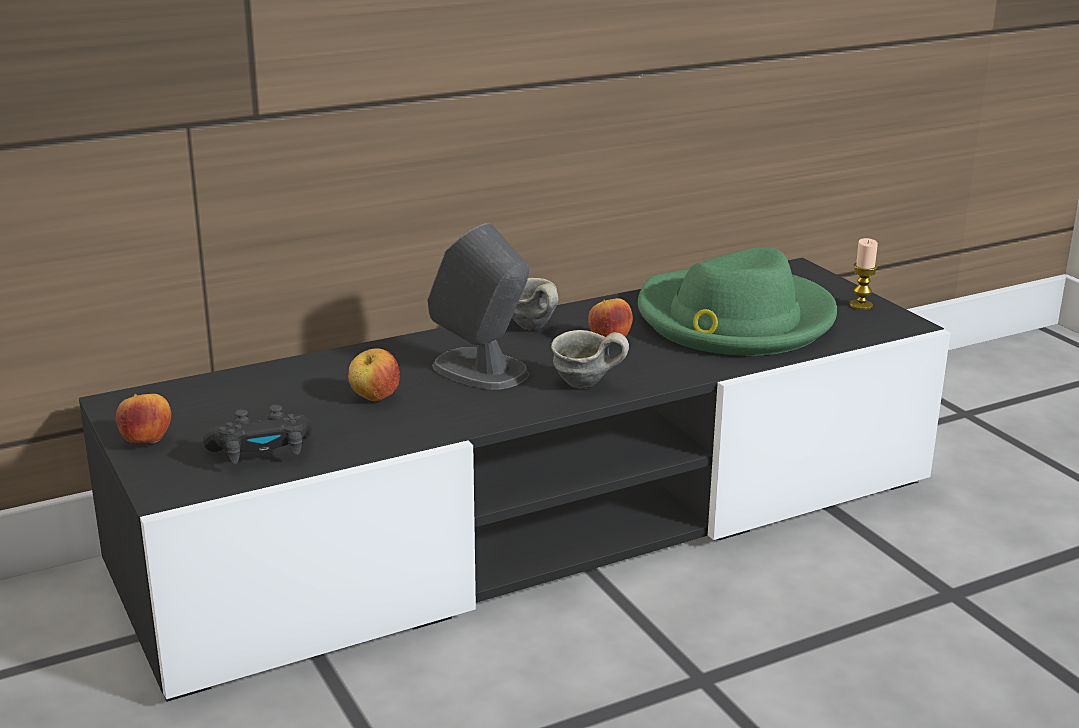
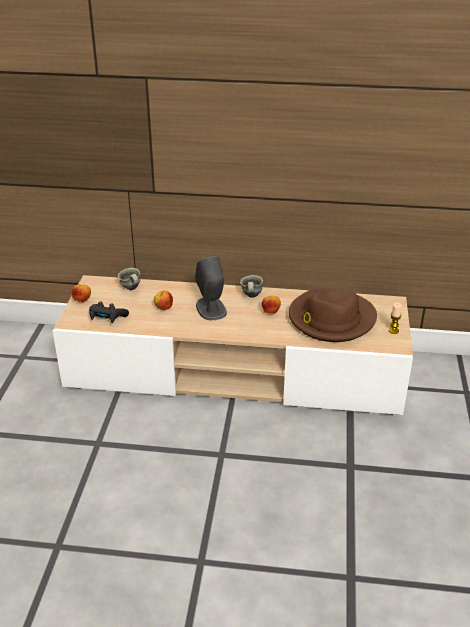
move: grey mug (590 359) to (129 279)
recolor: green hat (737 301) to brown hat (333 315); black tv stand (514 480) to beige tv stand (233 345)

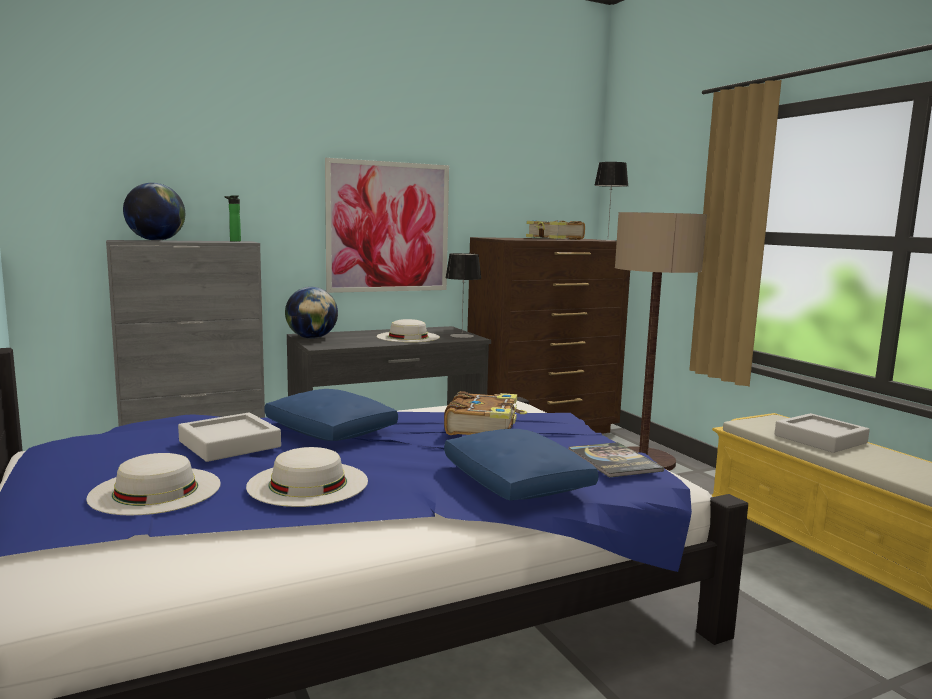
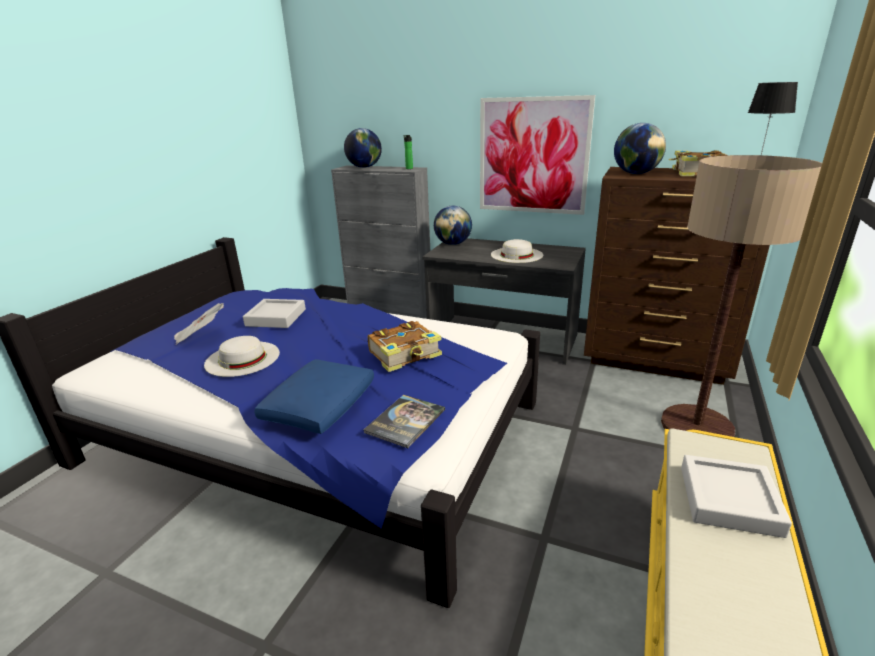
delete: table lamp (463 295); blue pillow (331 415)
insert: globe (640 148)
replace: white hat (153 484) to newspaper (199 323)

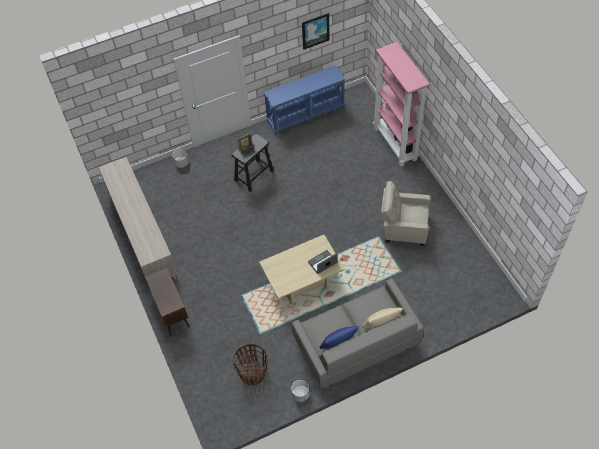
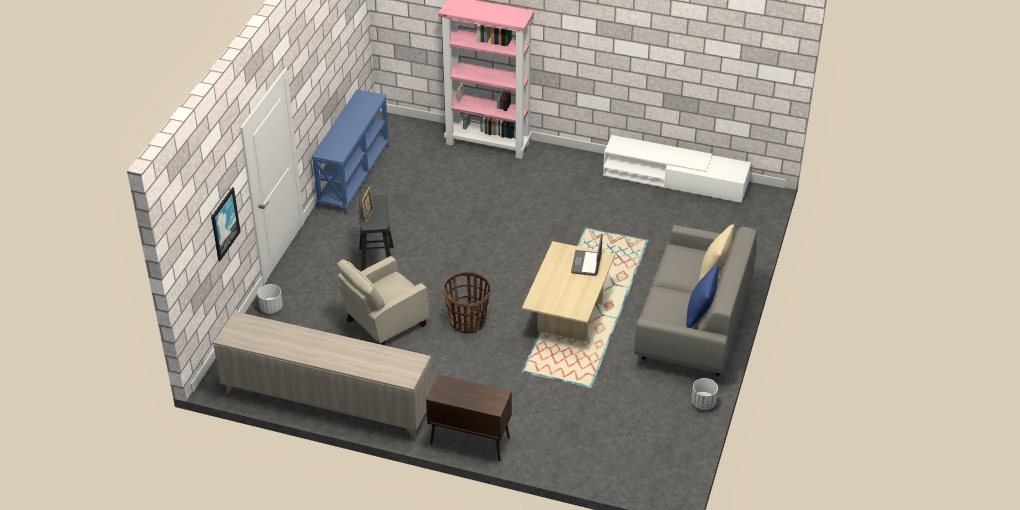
insert: white tv stand (677 169)
move: picture (315 31) to (225 224); beige armchair (406 213) to (383 300); basket (250 365) to (467 303)

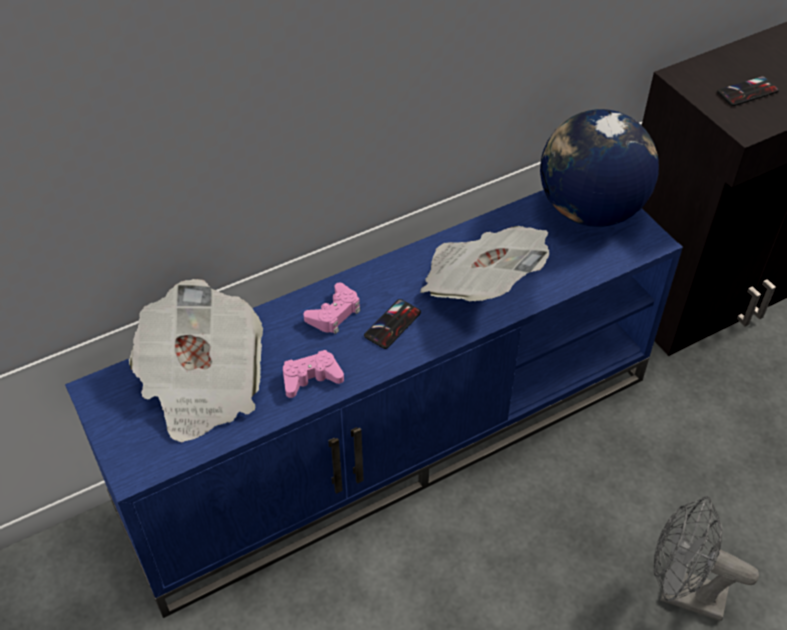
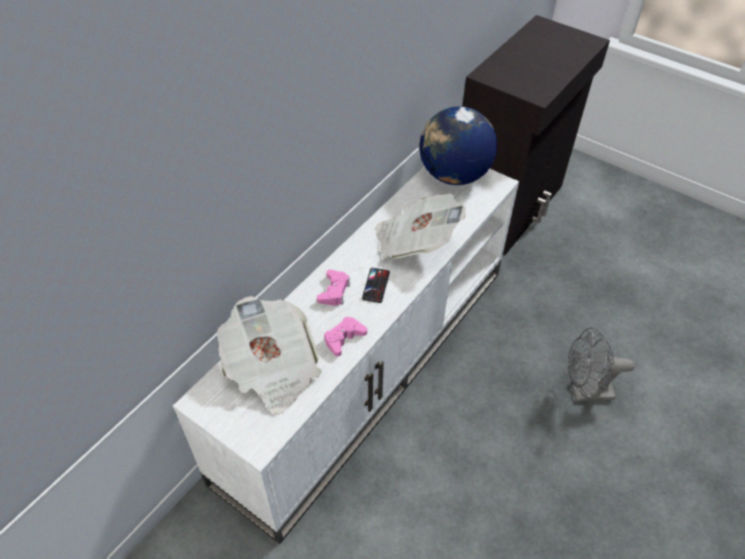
delete: phone (748 91)
recolor: blue tv stand (374 404) to white tv stand (346 355)

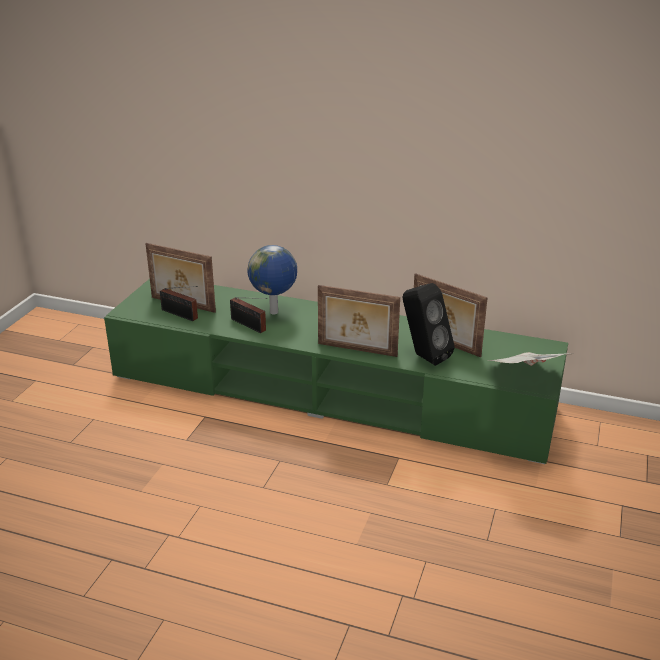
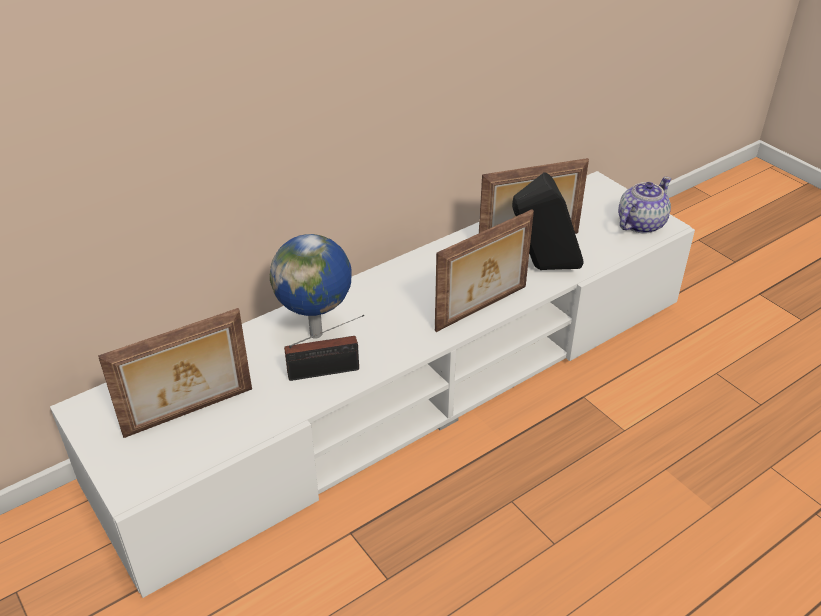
delete: radio (179 303)
replace: newspaper (528 359) to teapot (644 205)
recolor: green tv stand (336 371) to white tv stand (372 384)

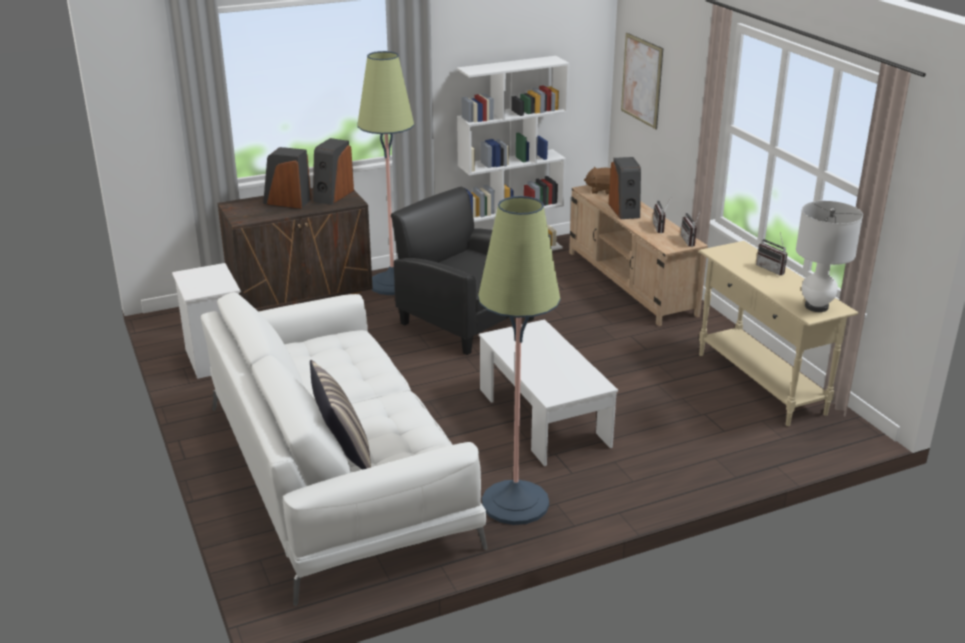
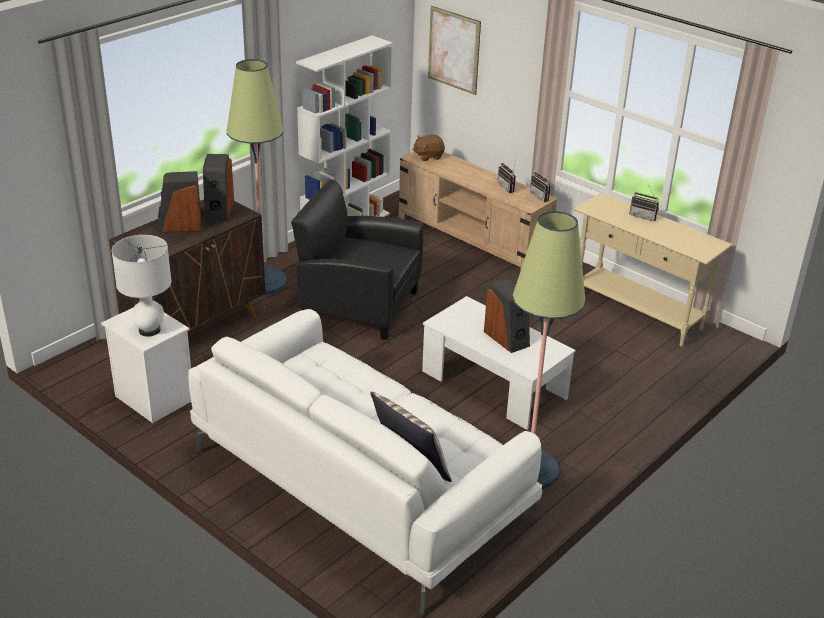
move: speaker (625 188) to (507 315); white table lamp (829 256) to (141 286)

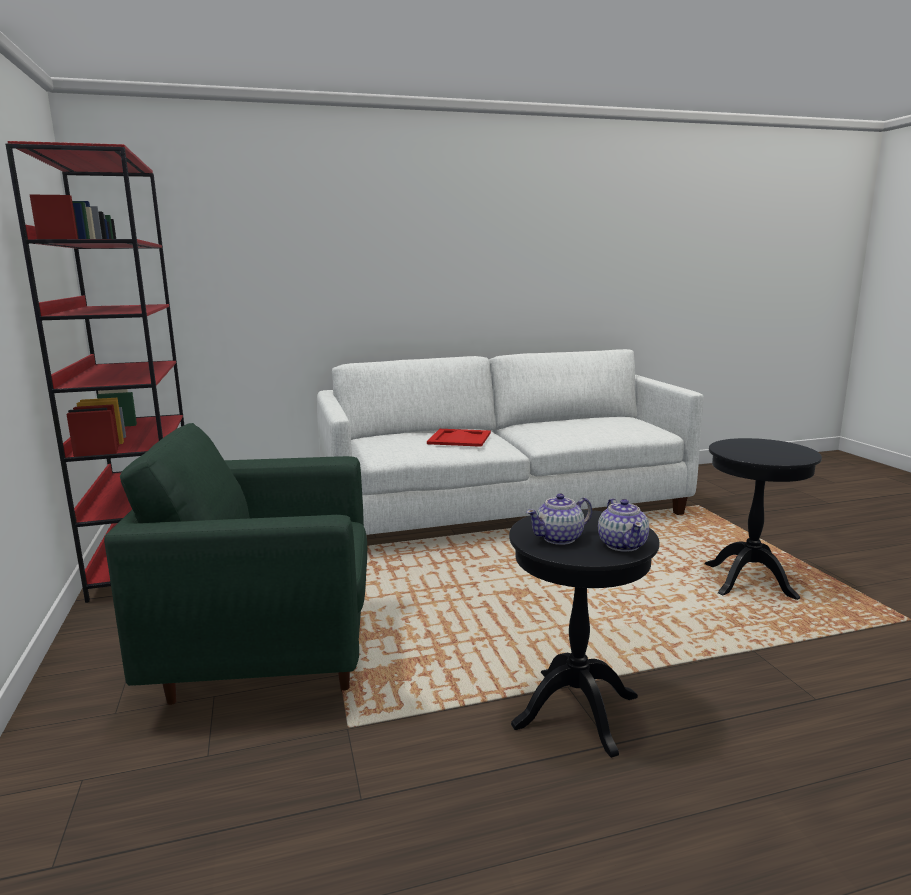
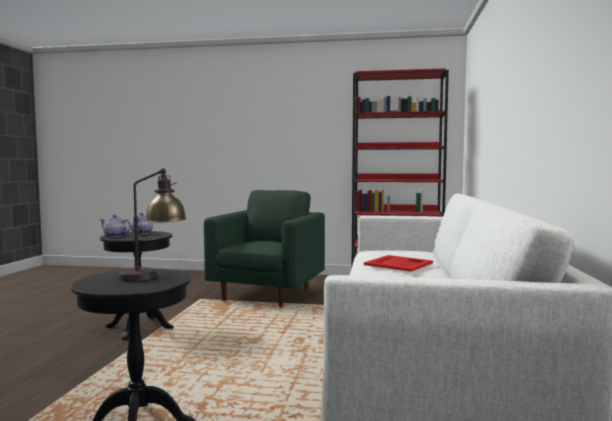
insert: table lamp (152 225)

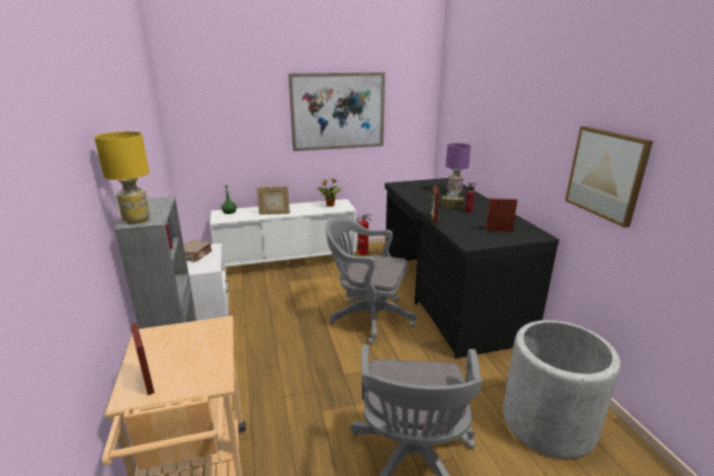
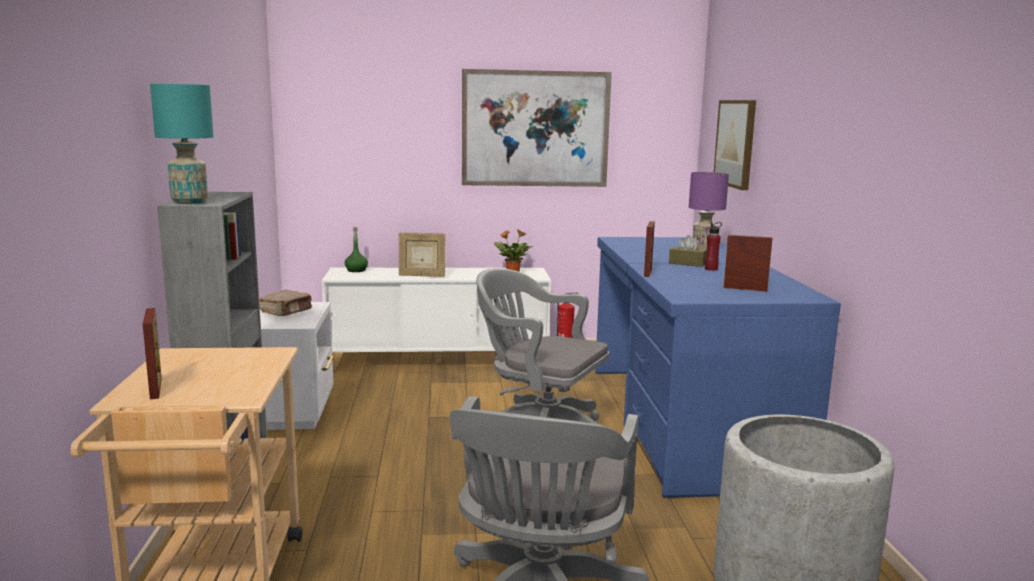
move: picture (609 177) to (735 145)
recolor: yellow table lamp (122 177) to turquoise table lamp (181 144); black desk (472 268) to blue desk (718 367)

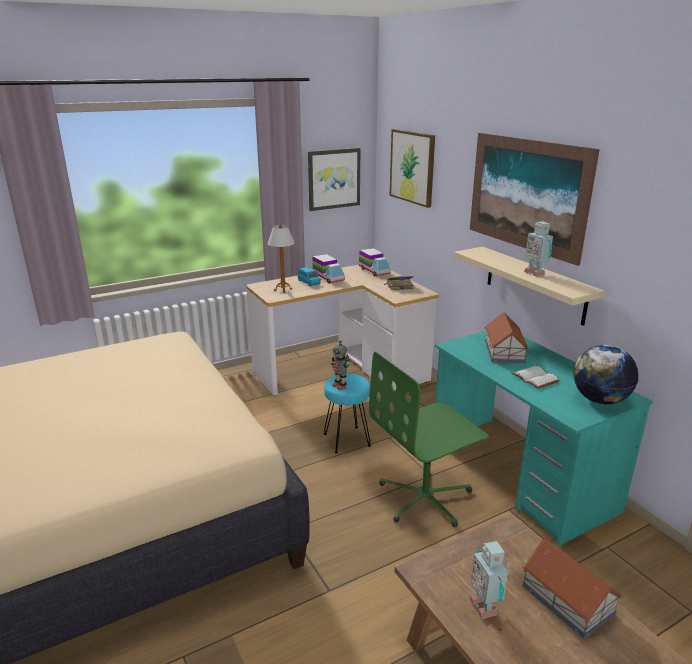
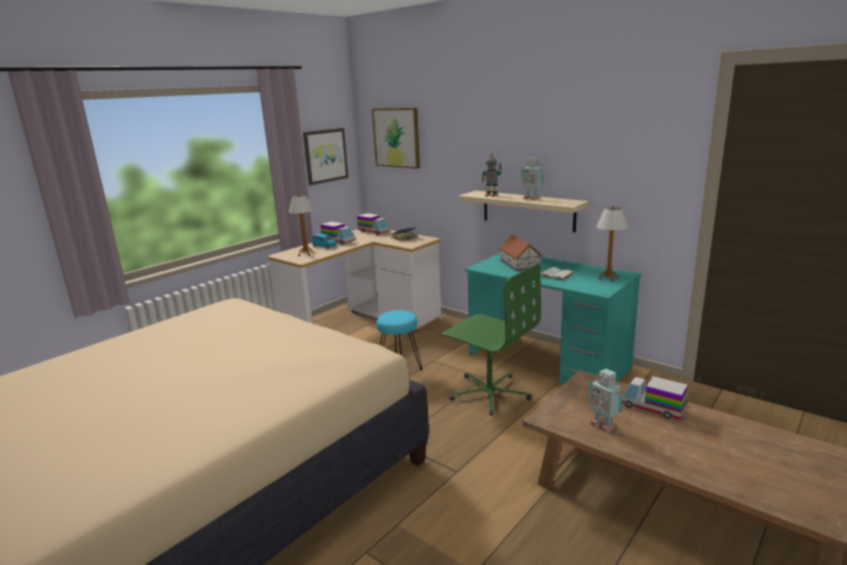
delete: picture (535 199)
move: toy robot (340 365) to (492 175)
replace: globe (605 374) to table lamp (612 244); toy house (572 589) to toy truck (654 397)
rotate: green office chair (429 439) = (491 339) 90 degrees counterclockwise

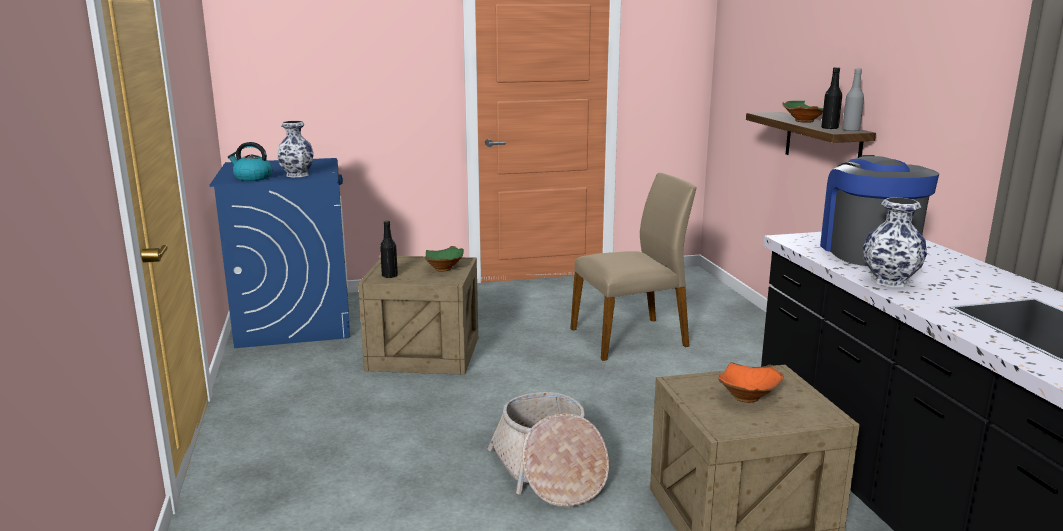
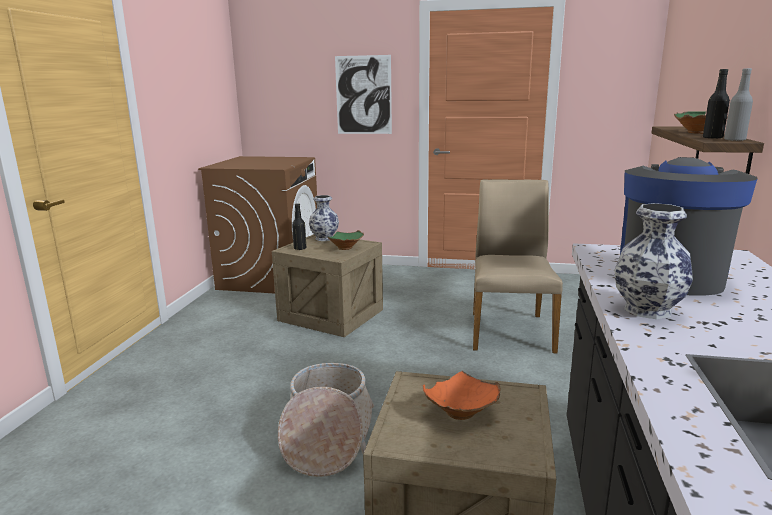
delete: kettle (250 161)
insert: picture (363 94)
move: vase (295 149) to (324 218)
recolor: blue washing machine (280 253) to brown washing machine (257 225)
rotate: beige chair (633 267) = (518 266) 90 degrees counterclockwise

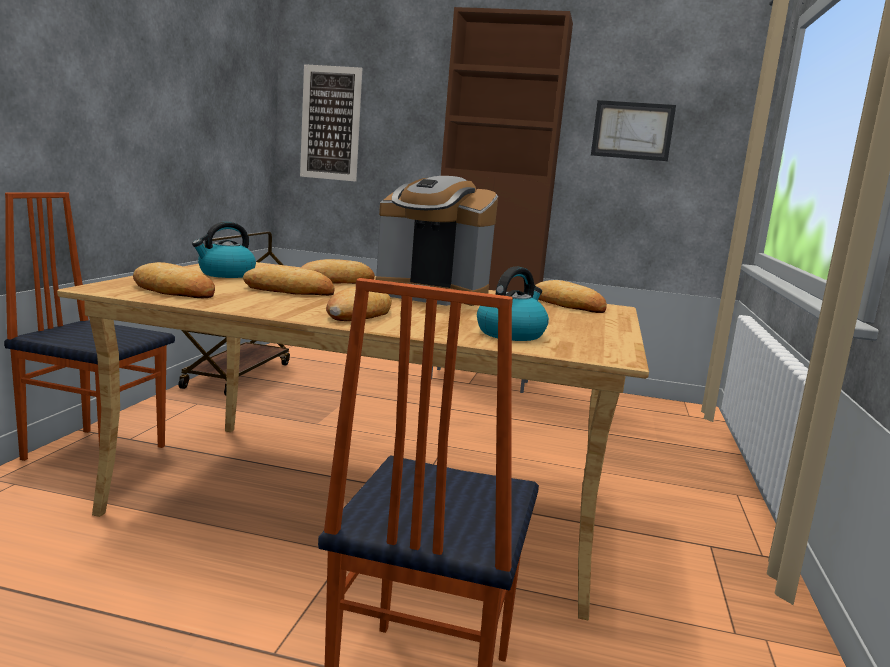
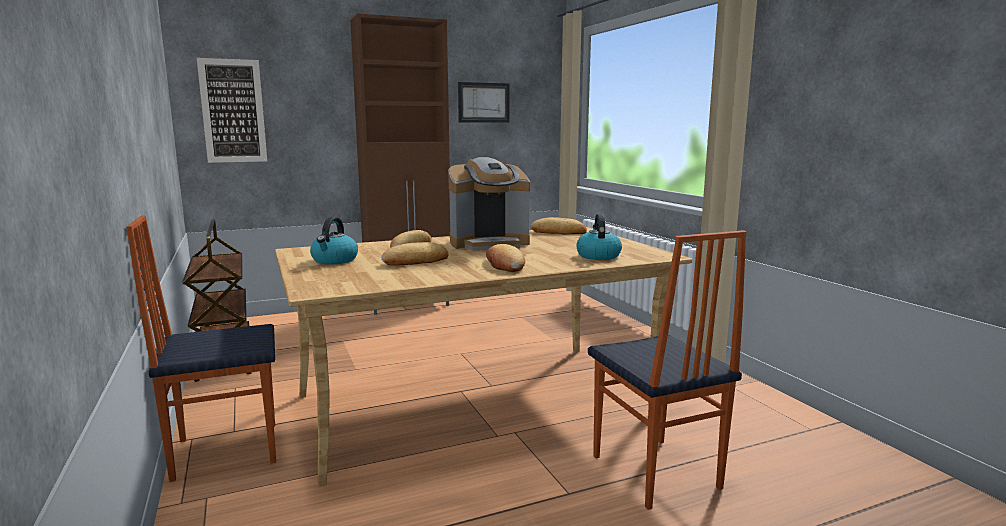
delete: bread (174 280)

